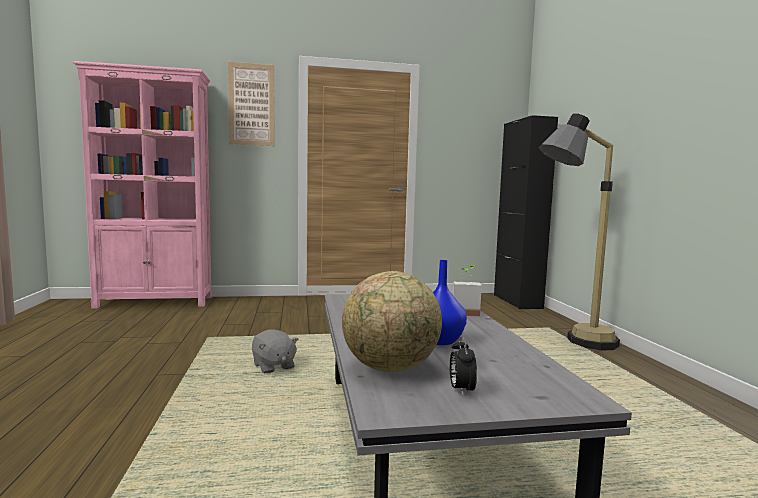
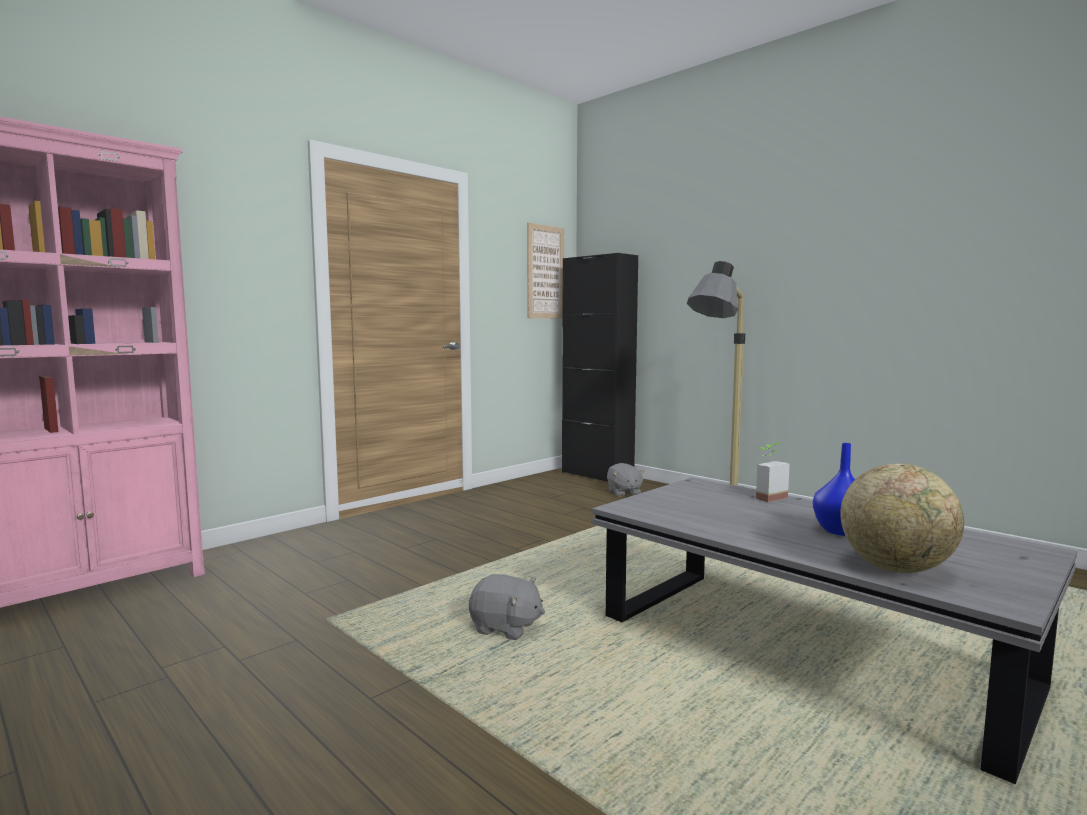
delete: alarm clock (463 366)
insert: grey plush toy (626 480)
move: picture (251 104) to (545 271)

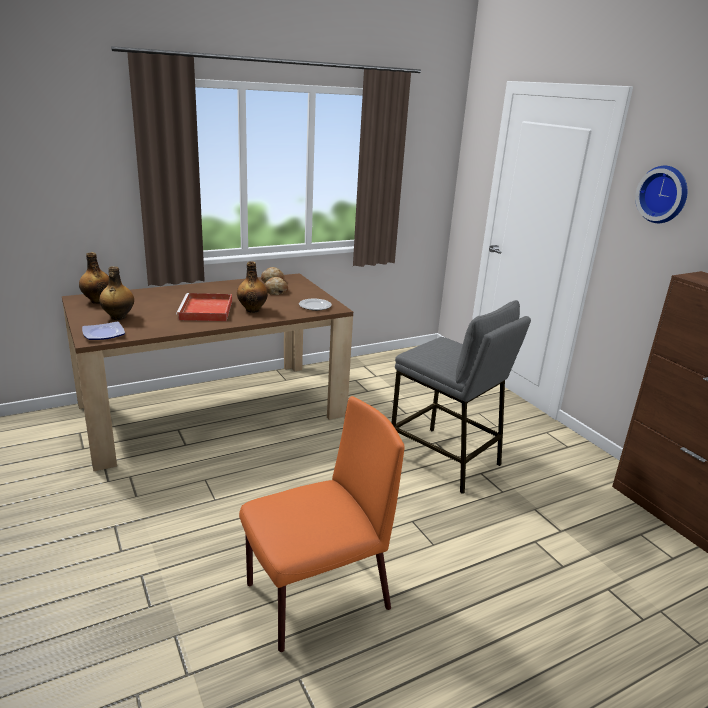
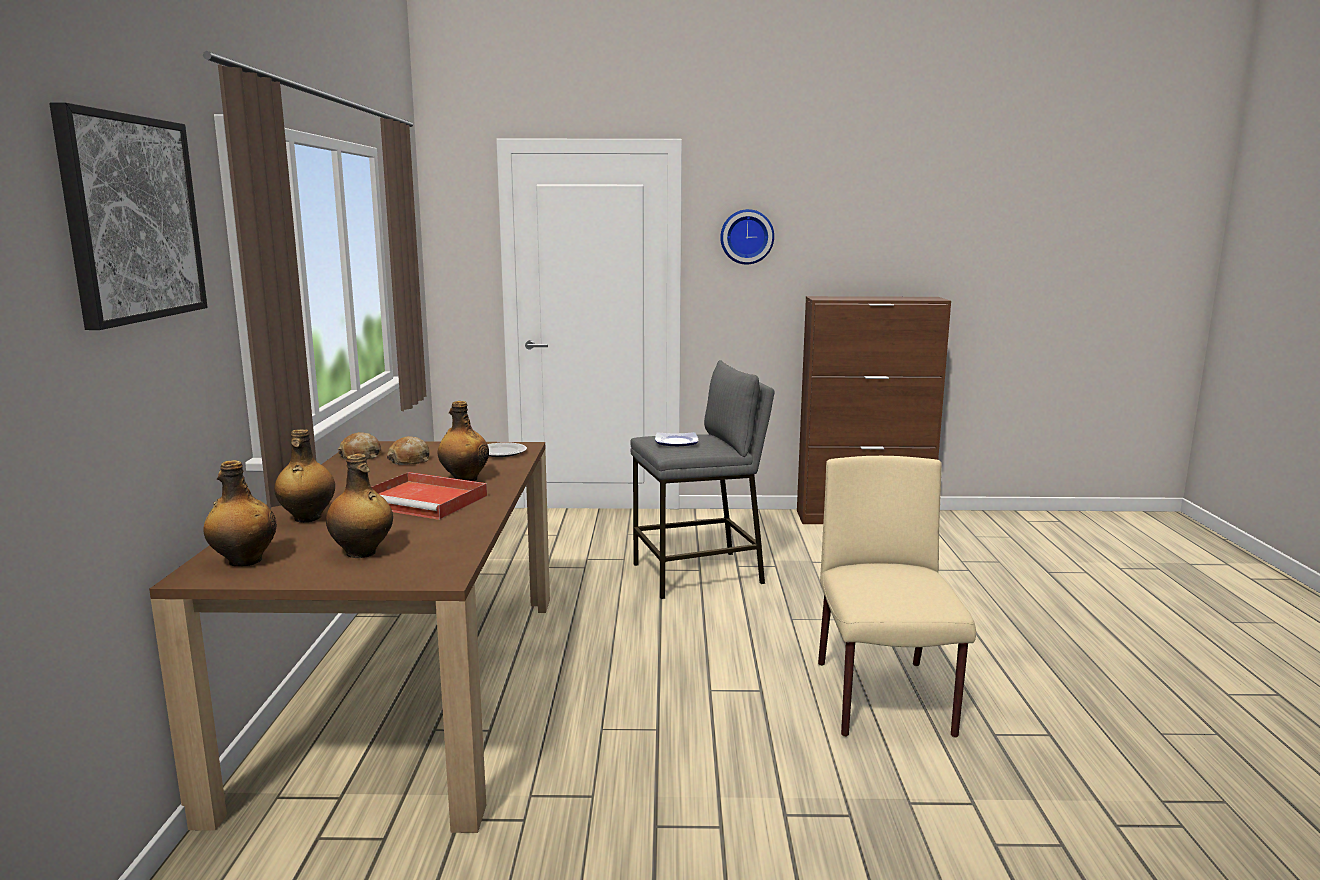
insert: picture (128 216); bottle (304 476)
move: plate (103 330) to (676 439)
recolor: orange chair (322 524) to beige chair (897 597)

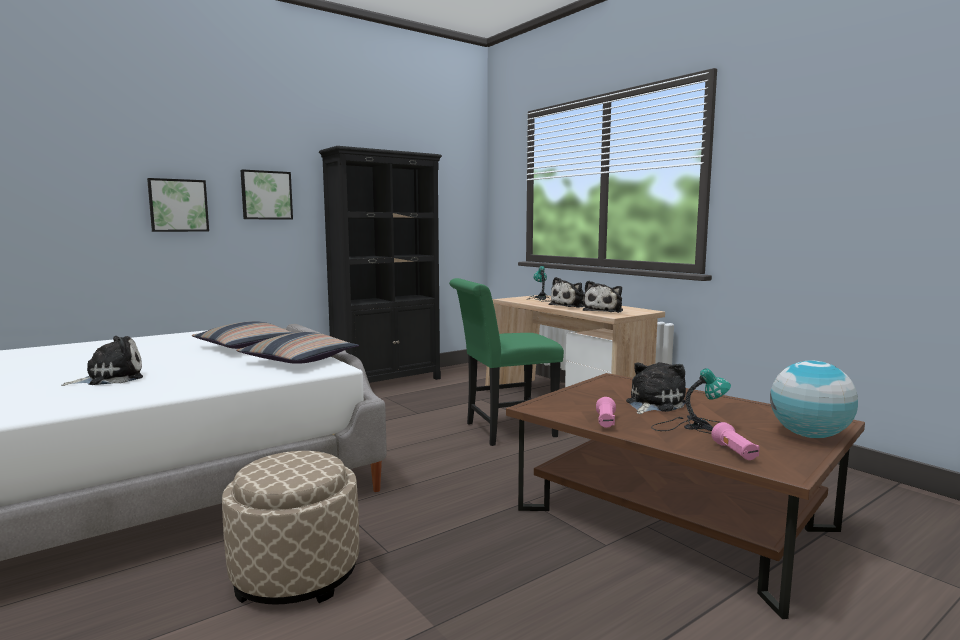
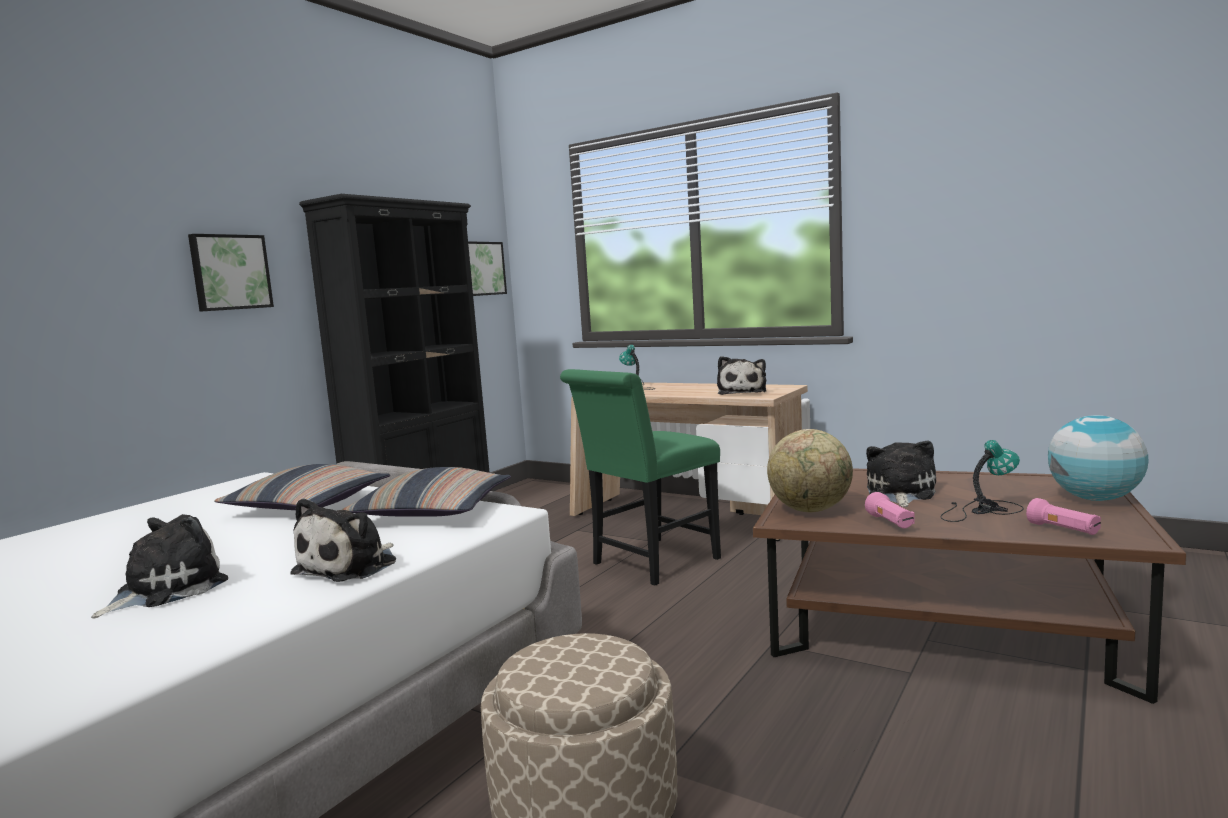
insert: globe (810 470)
move: picture (178 205) to (487 268); plush toy (567 292) to (343 540)

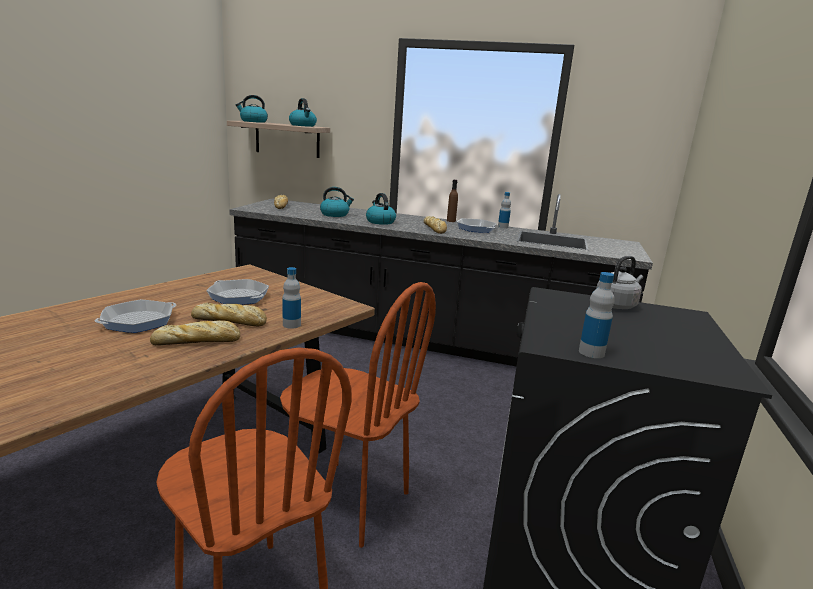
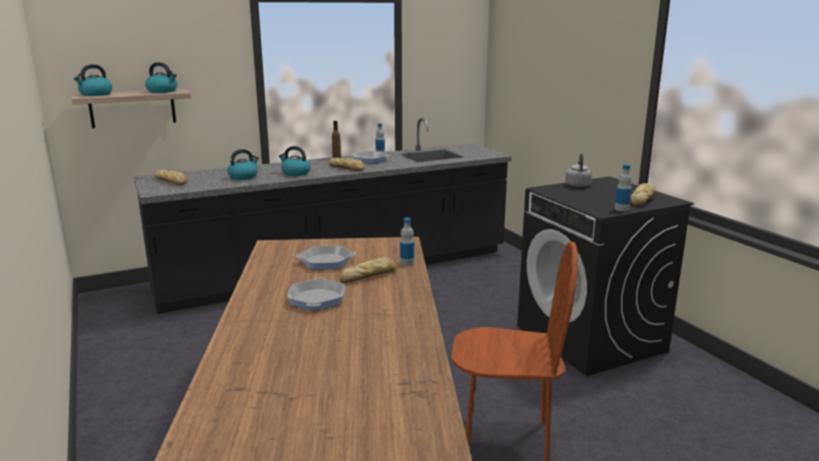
delete: brown chair (358 415)
move: bread (195 332) to (642 194)

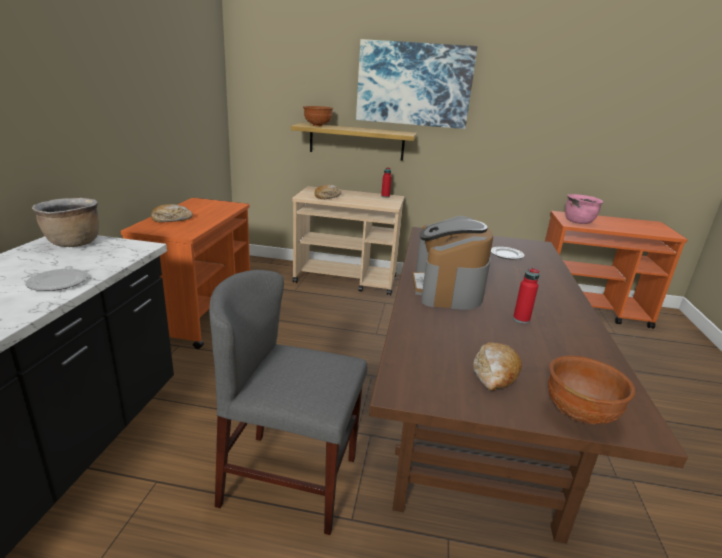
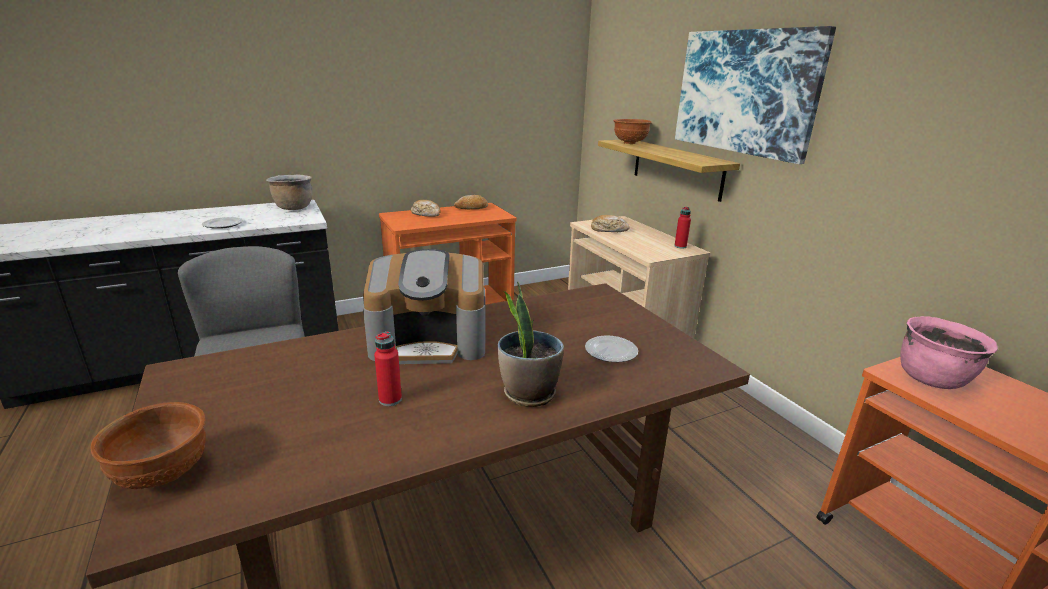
insert: potted plant (531 344)
move: bread (497 366) to (471 202)
rotate: coffee machine (452 263) = (424 306) 150 degrees counterclockwise

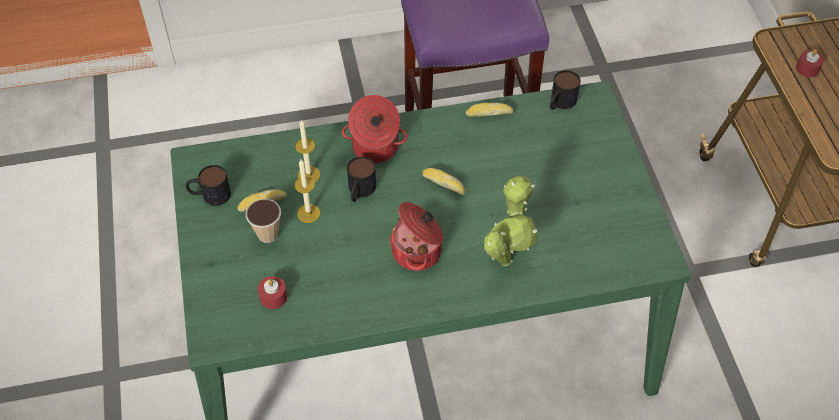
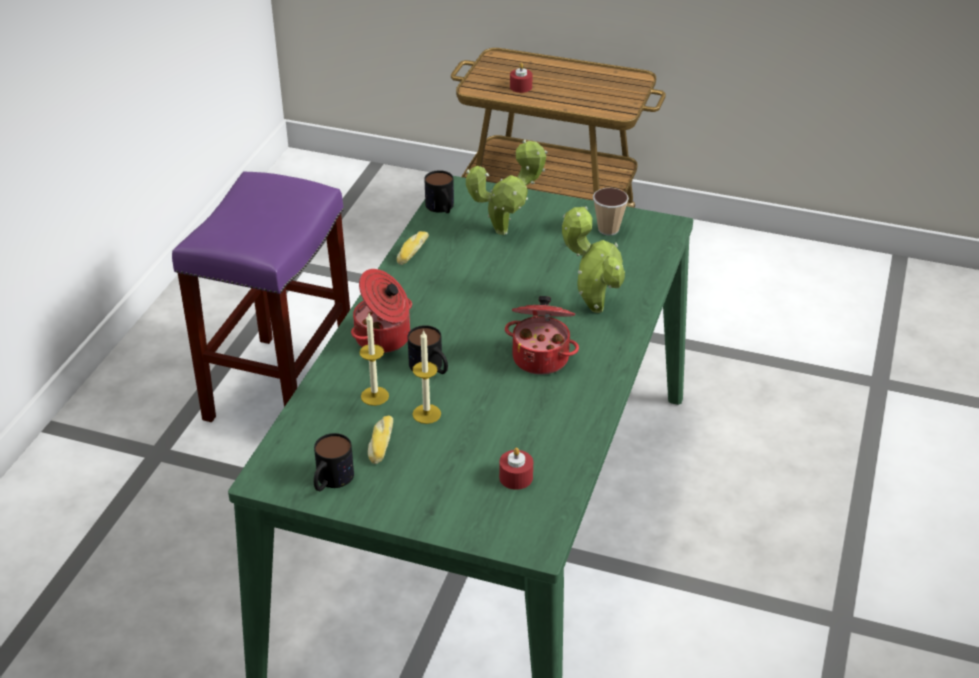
delete: bread (444 181)
insert: potted plant (507 187)
move: cup (263 221) to (611 211)

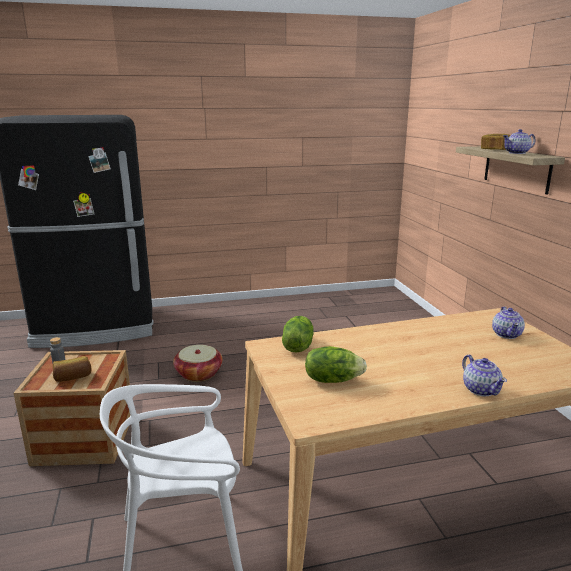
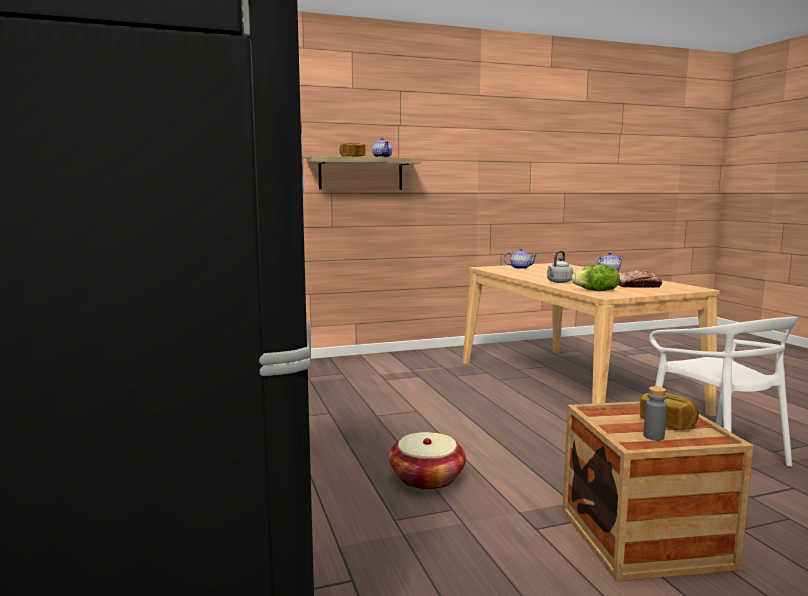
insert: grey kettle (560 267)
replace: lettuce (336 364) to bread (640 279)

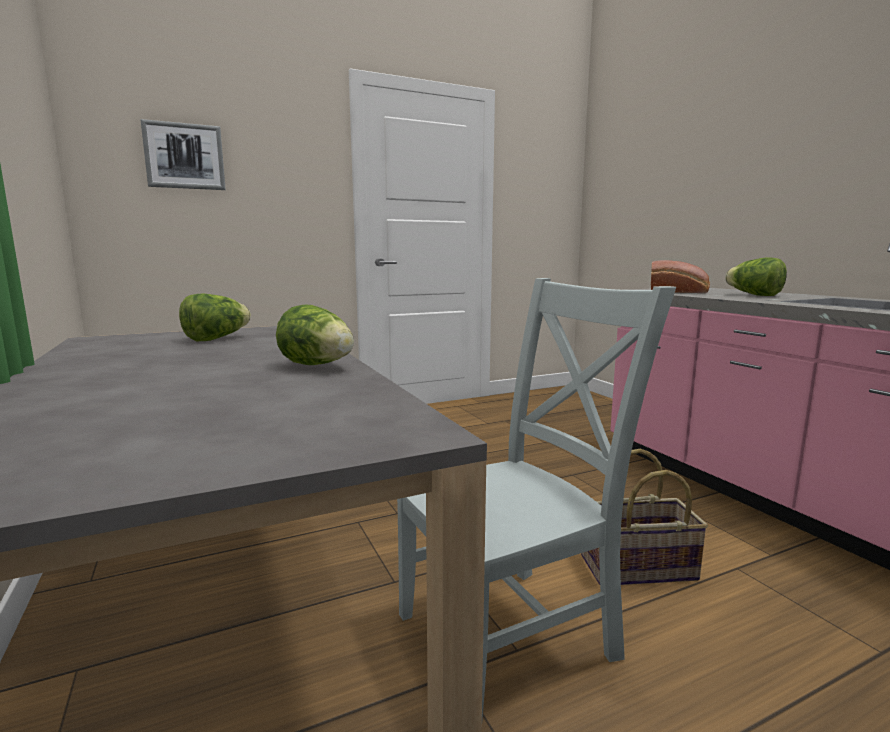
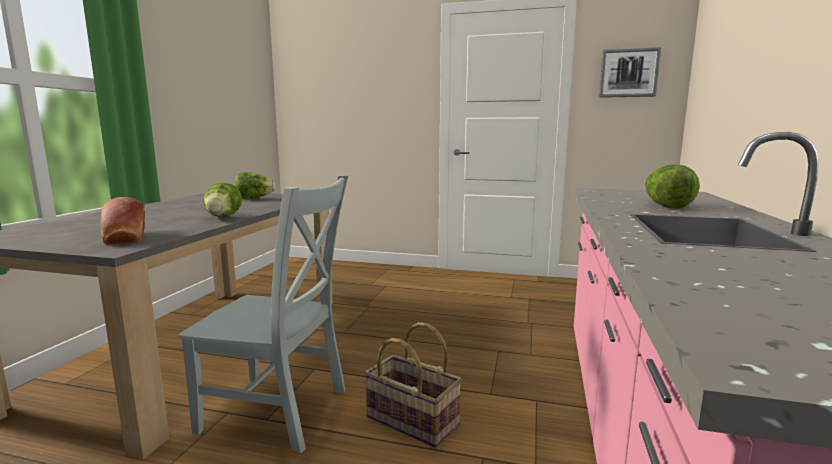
move: picture (183 154) to (630 72); bread (680 276) to (123 221)

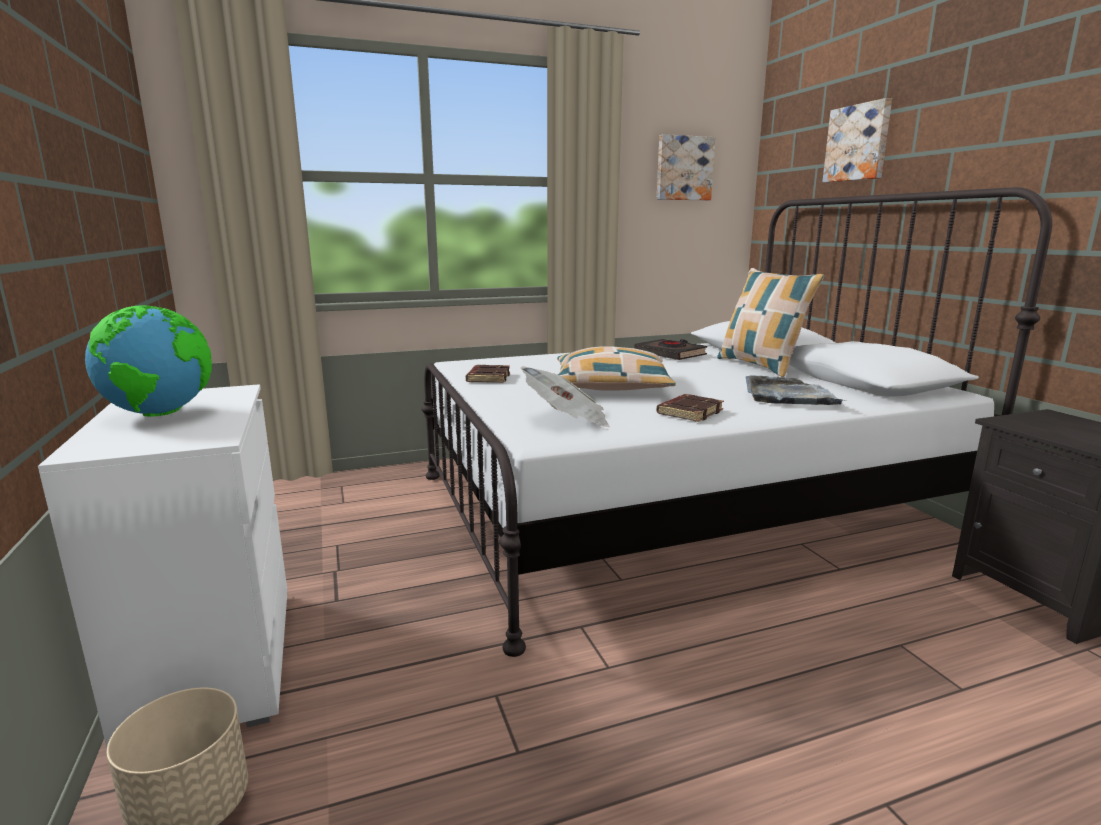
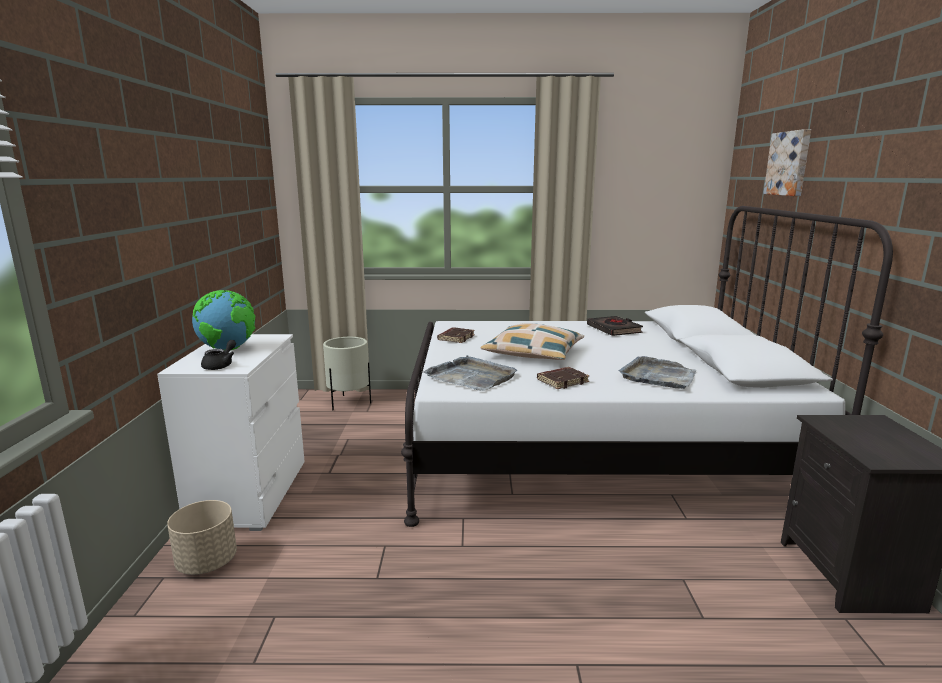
delete: picture (686 167); pillow (770 322)
insert: beige planter (347 373); black teapot (218 355)
replace: newspaper (565 396) to grey tray (470 373)

